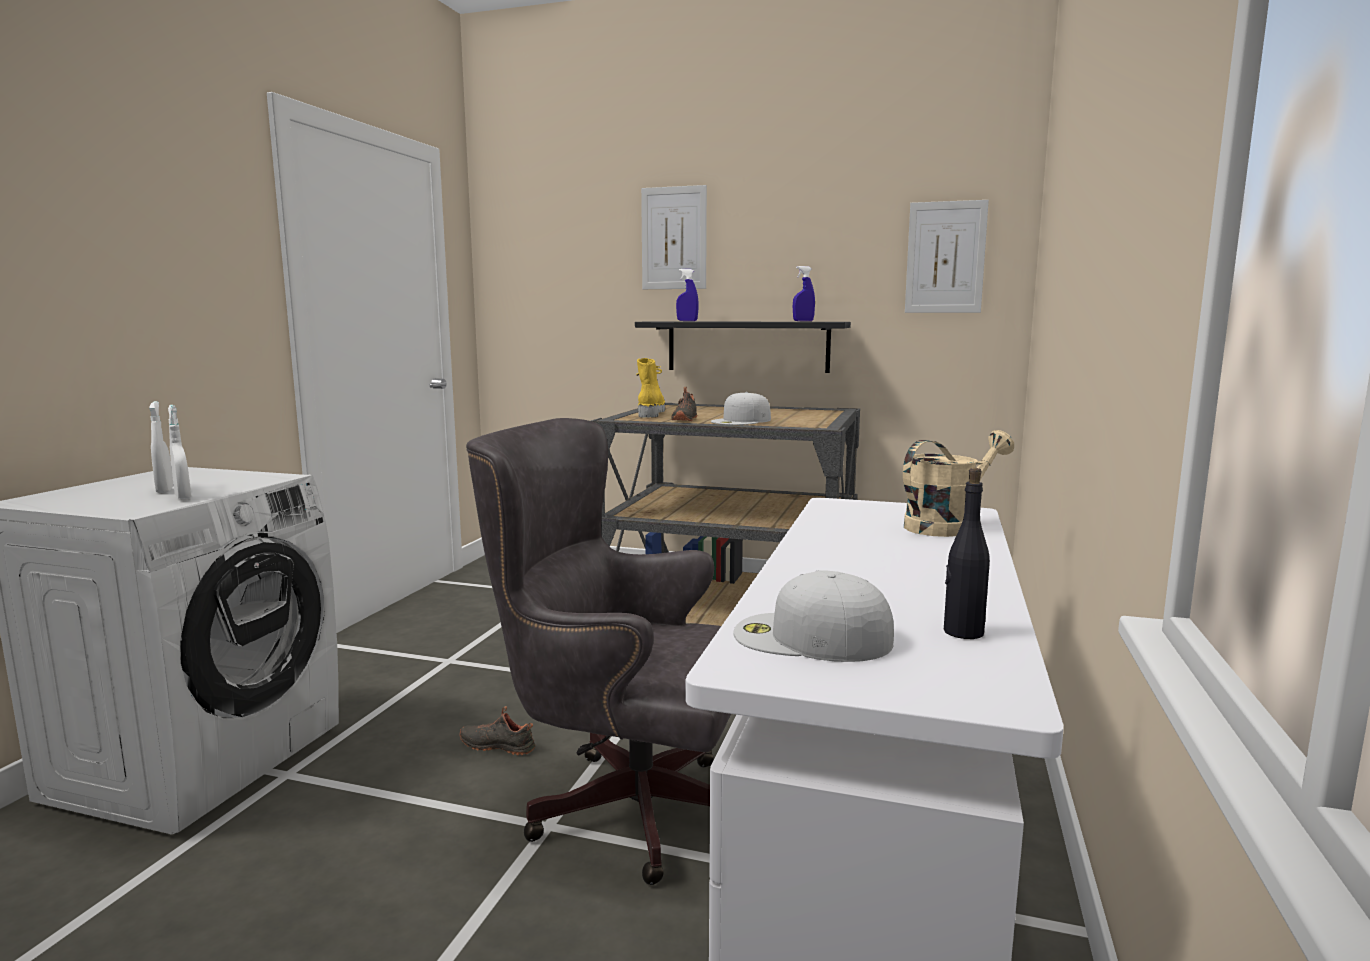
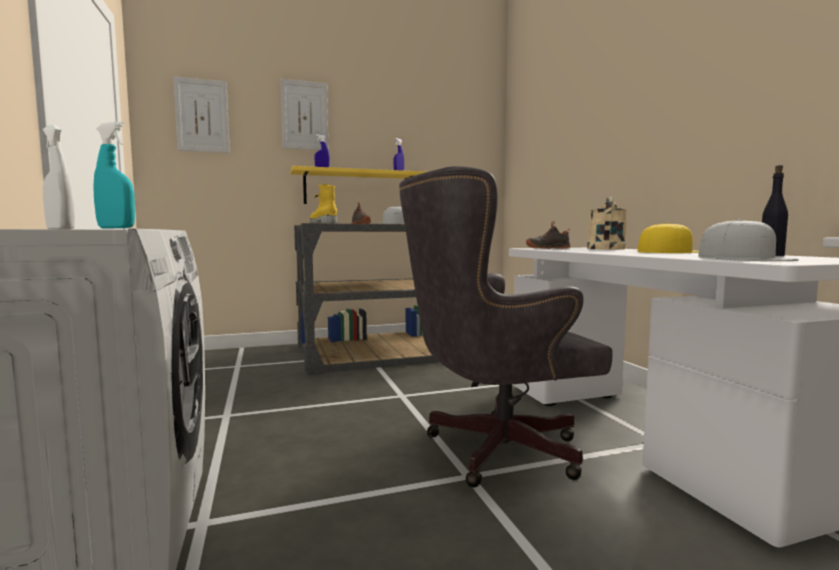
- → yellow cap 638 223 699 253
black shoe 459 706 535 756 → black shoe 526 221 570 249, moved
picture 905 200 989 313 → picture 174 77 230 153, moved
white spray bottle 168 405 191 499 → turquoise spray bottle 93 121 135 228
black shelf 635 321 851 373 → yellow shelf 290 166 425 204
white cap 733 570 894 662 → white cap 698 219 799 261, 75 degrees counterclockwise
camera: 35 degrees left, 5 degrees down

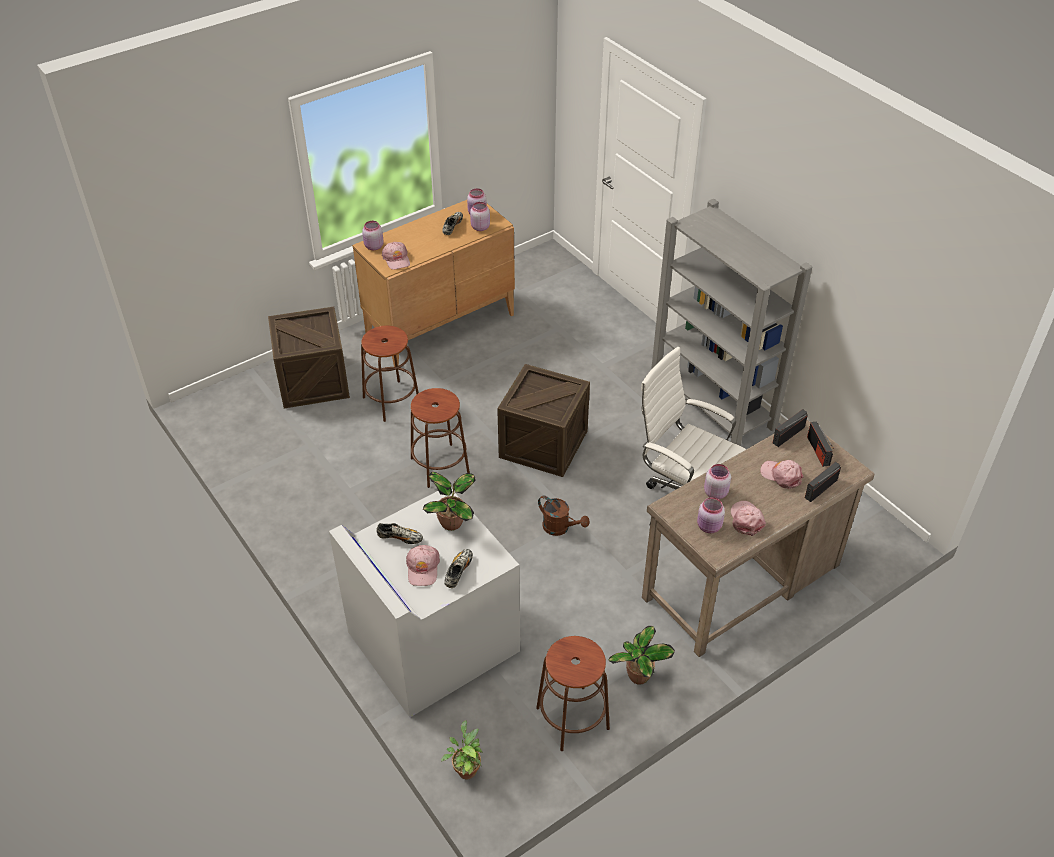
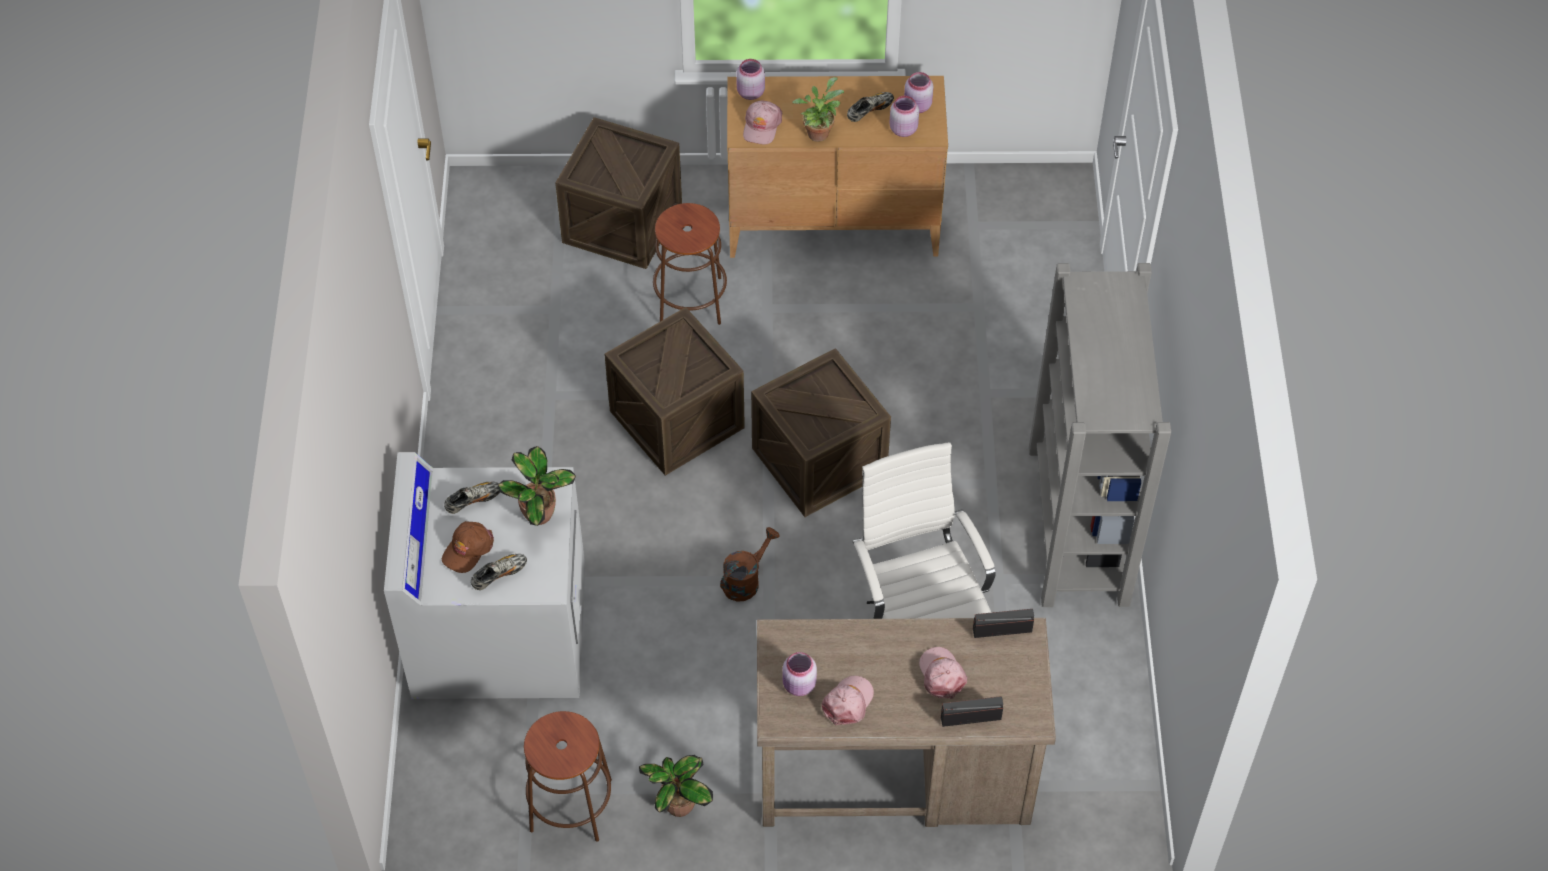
pink jar 704 464 731 499 → -
radio 807 422 834 467 → -
potted plant 441 720 483 779 → potted plant 792 77 844 142, moved
brown stool 411 388 470 488 → crate 604 307 745 476
pink cap 406 545 440 586 → brown cap 442 521 494 573
shoe 376 523 423 544 → shoe 444 482 500 514, 75 degrees counterclockwise
brown watering can 538 495 590 536 → brown watering can 720 527 780 602, 120 degrees counterclockwise
camera: 35 degrees right, 10 degrees up

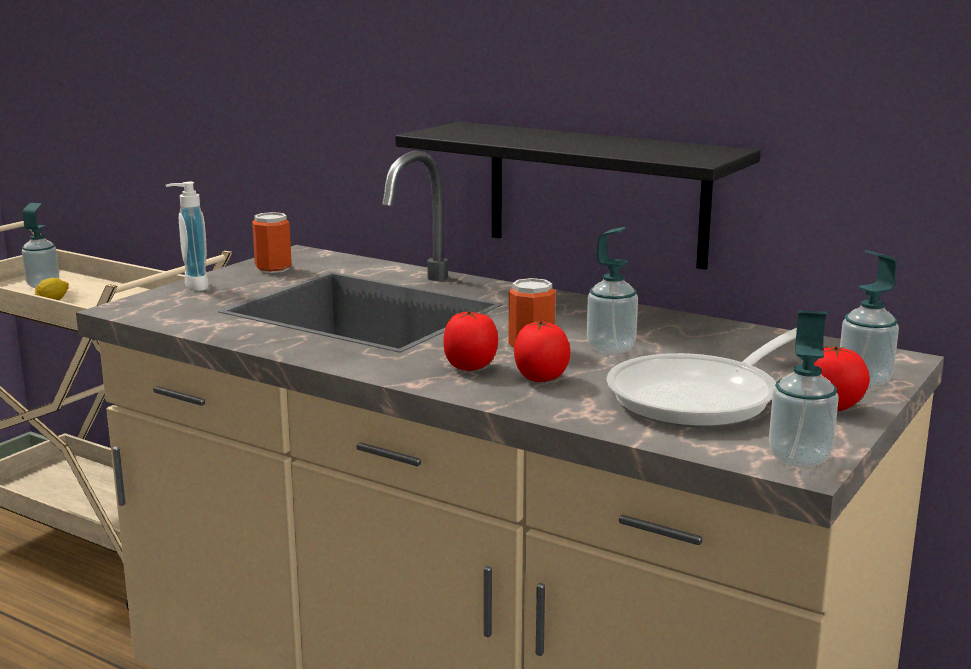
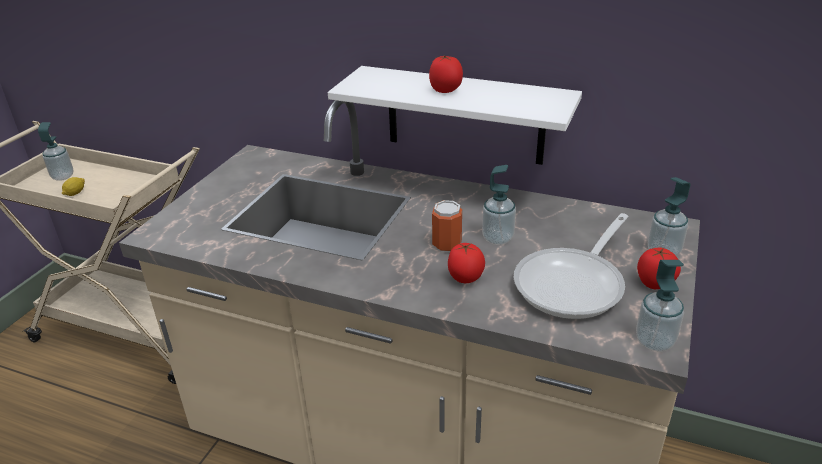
soap dispenser 166 182 209 291 → -
can 252 212 292 273 → -
tomato 443 310 498 371 → tomato 429 55 463 93, moved
black shelf 395 122 761 270 → white shelf 328 66 582 165
camera: 10 degrees left, 15 degrees up

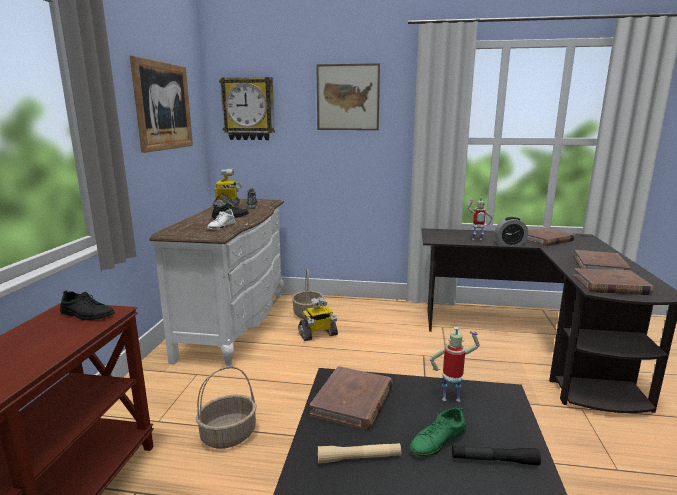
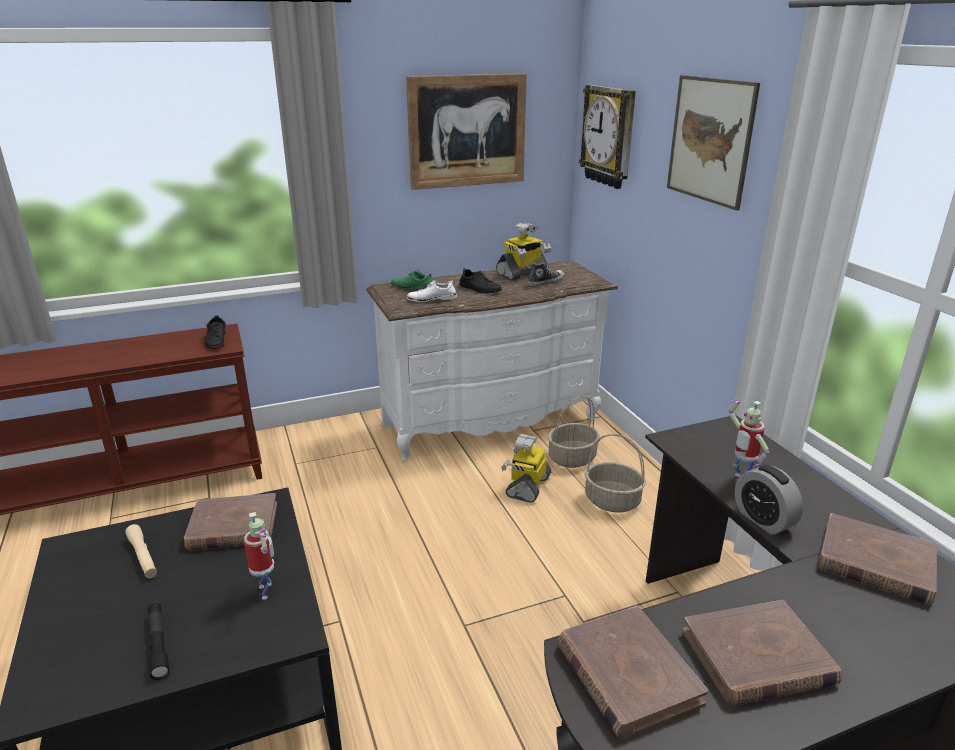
basket 196 366 257 449 → basket 584 434 646 513, moved
green shoe 410 406 466 458 → green shoe 391 270 433 290, moved
toy robot 298 297 338 341 → toy robot 501 434 551 502, 75 degrees clockwise
camera: 60 degrees right, 10 degrees up

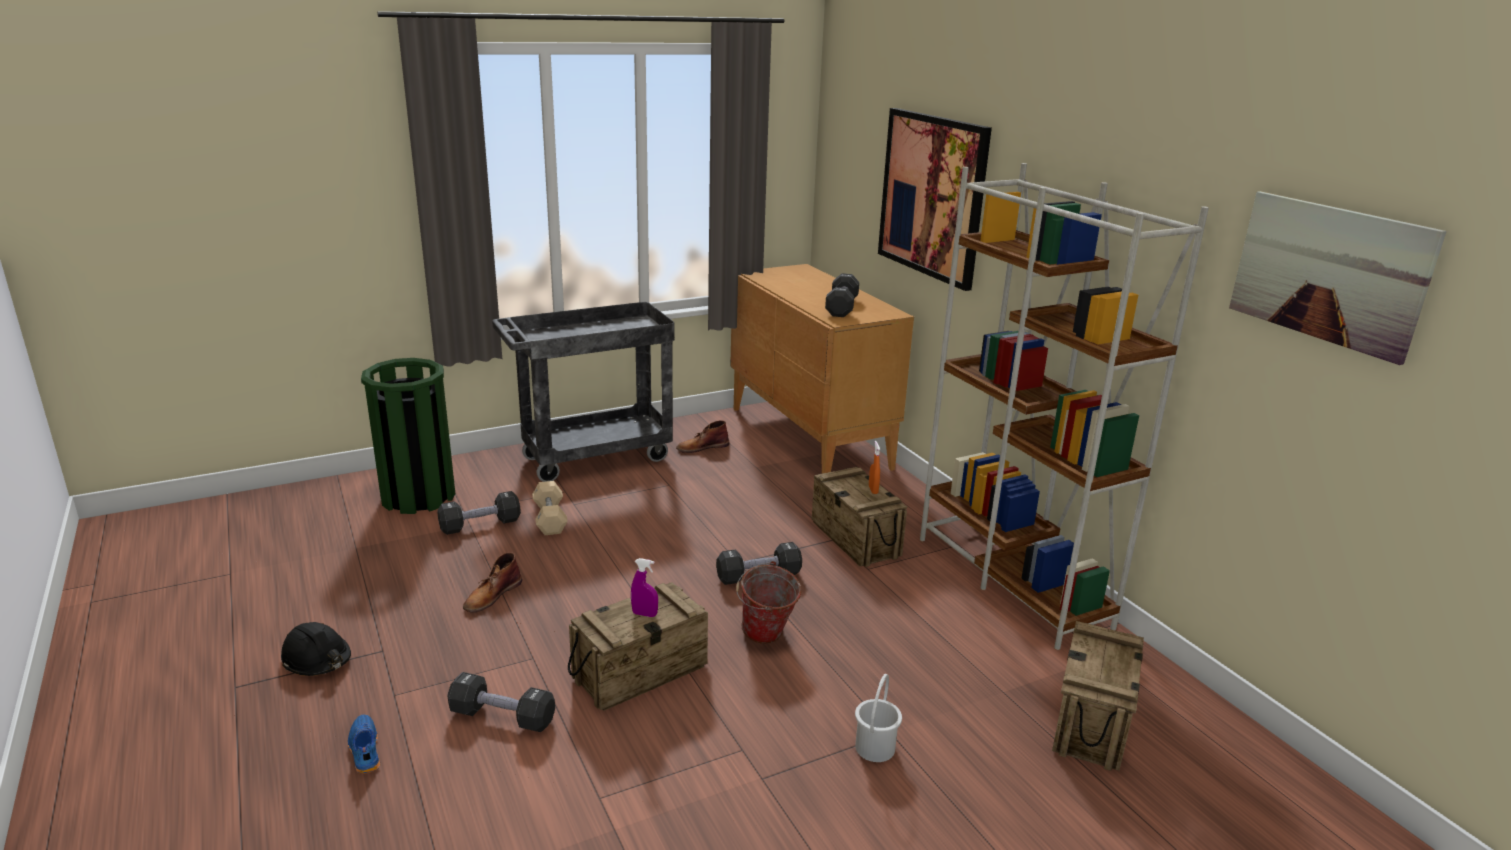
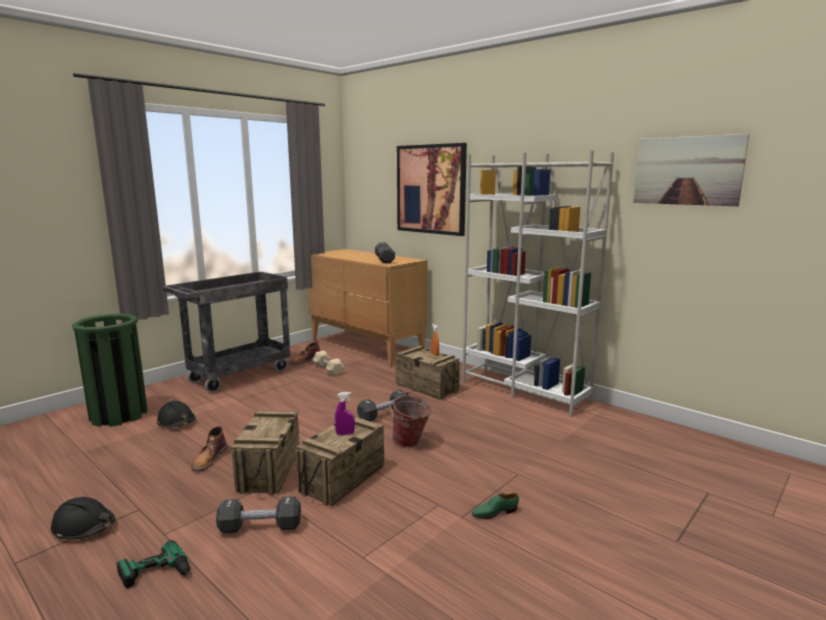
white bucket 855 674 902 762 → -
- → green shoe 472 493 519 519
beige dumbbell 532 481 568 535 → beige dumbbell 313 351 345 376, moved
crate 1052 621 1144 771 → crate 231 411 300 495, moved
blue shoe 348 714 380 774 → power drill 117 540 192 588
black dumbbell 437 491 521 535 → black hard hat 157 401 196 428
brown bookcase 920 163 1209 650 → white bookcase 462 151 614 416
camera: 20 degrees left, 10 degrees down

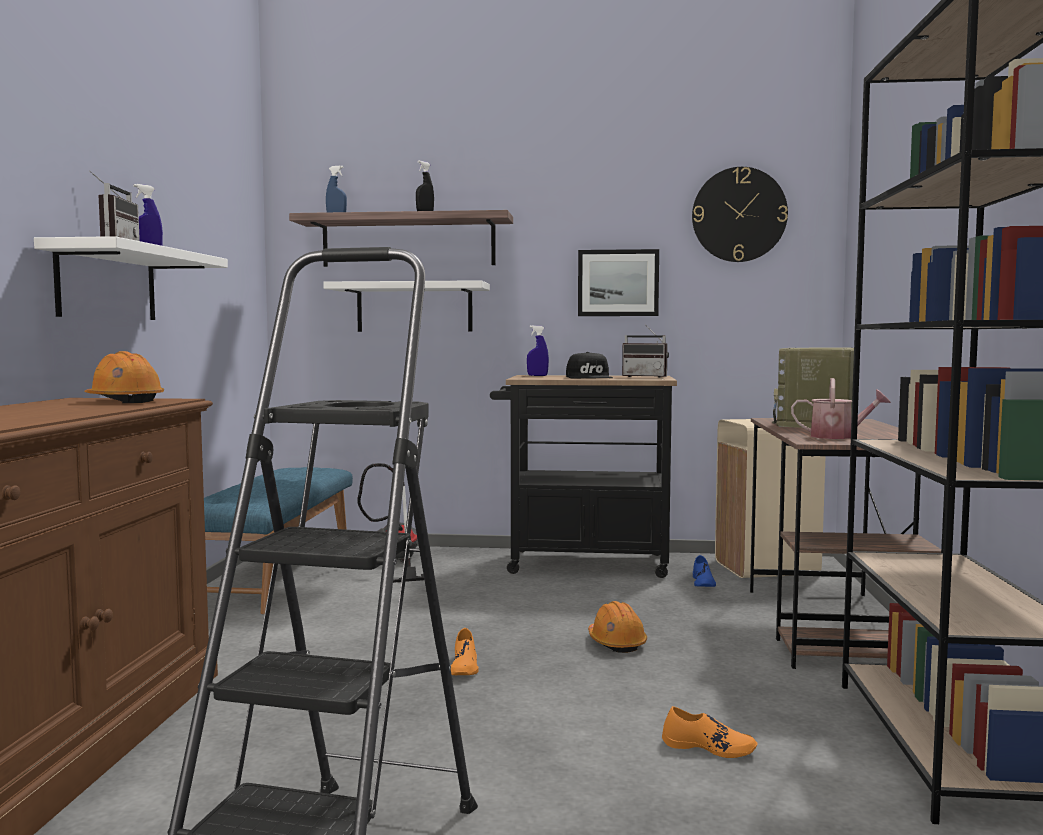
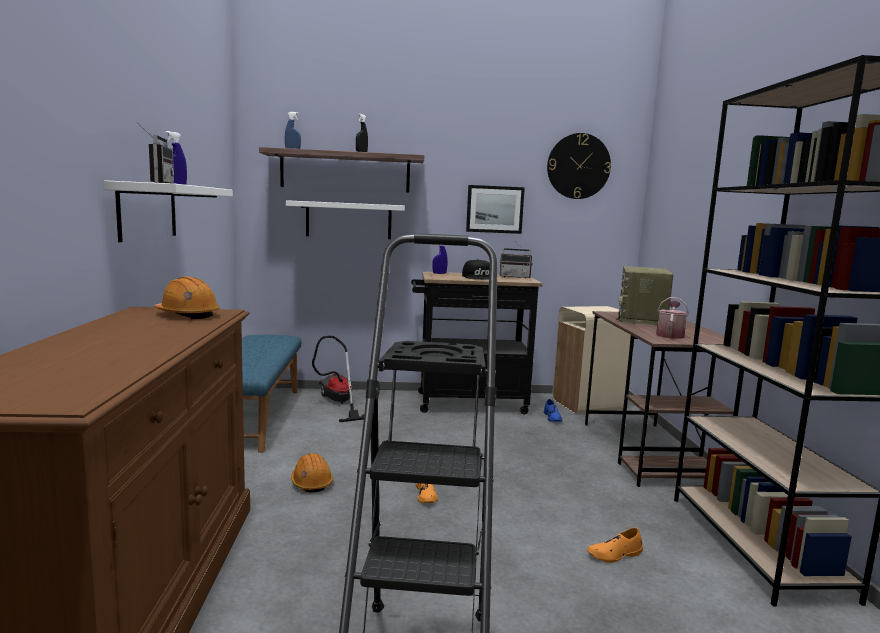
orange hard hat 588 601 647 653 → orange hard hat 291 453 333 493, moved
orange shoe 662 706 757 758 → orange shoe 587 528 643 563, 150 degrees clockwise
watering can 791 378 891 439 → watering can 656 297 689 339, 75 degrees counterclockwise
camera: 10 degrees left, 5 degrees up

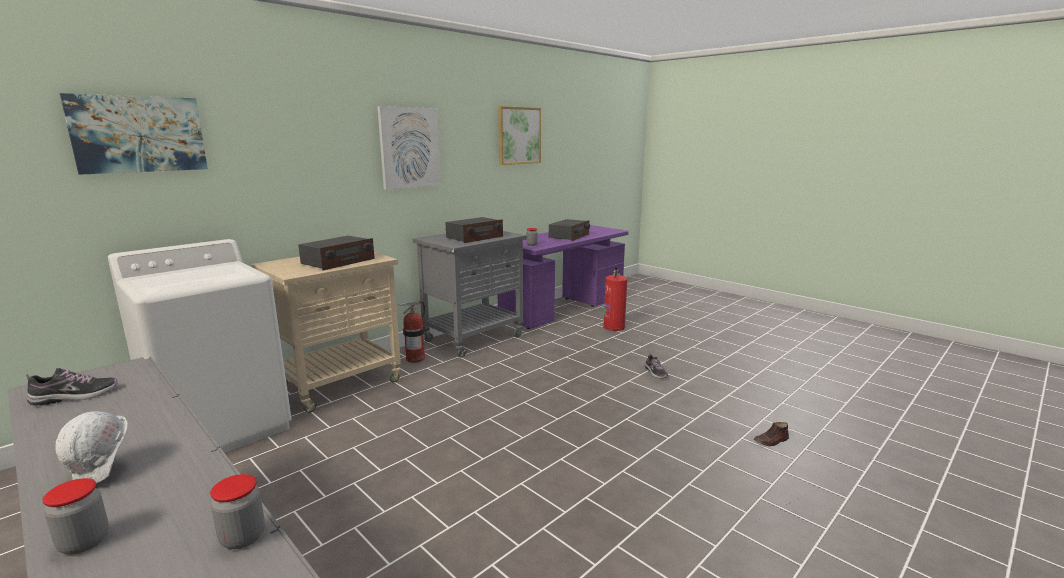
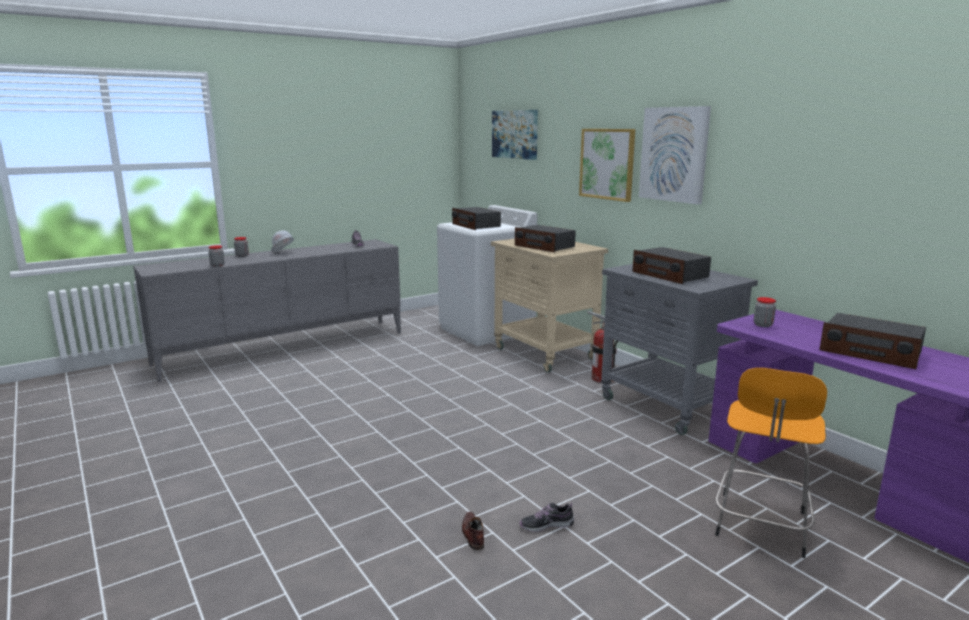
- → radio 452 207 501 230
picture 498 106 541 165 → picture 579 129 635 202, moved
brown shoe 754 422 789 446 → brown shoe 462 512 484 550, moved
fire extinguisher 603 267 627 331 → orange stool 715 368 827 558
camera: 100 degrees right, 0 degrees up

